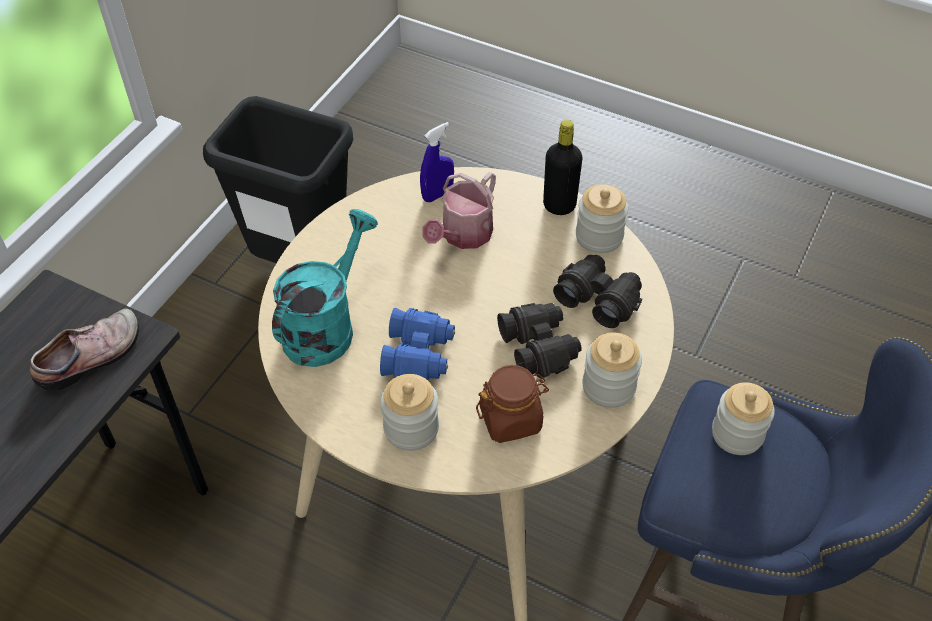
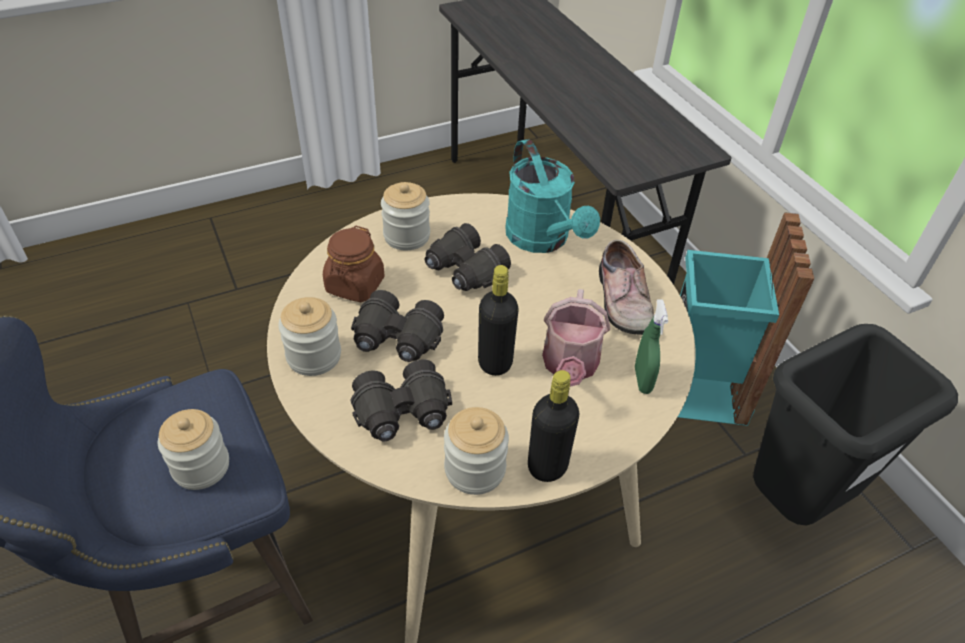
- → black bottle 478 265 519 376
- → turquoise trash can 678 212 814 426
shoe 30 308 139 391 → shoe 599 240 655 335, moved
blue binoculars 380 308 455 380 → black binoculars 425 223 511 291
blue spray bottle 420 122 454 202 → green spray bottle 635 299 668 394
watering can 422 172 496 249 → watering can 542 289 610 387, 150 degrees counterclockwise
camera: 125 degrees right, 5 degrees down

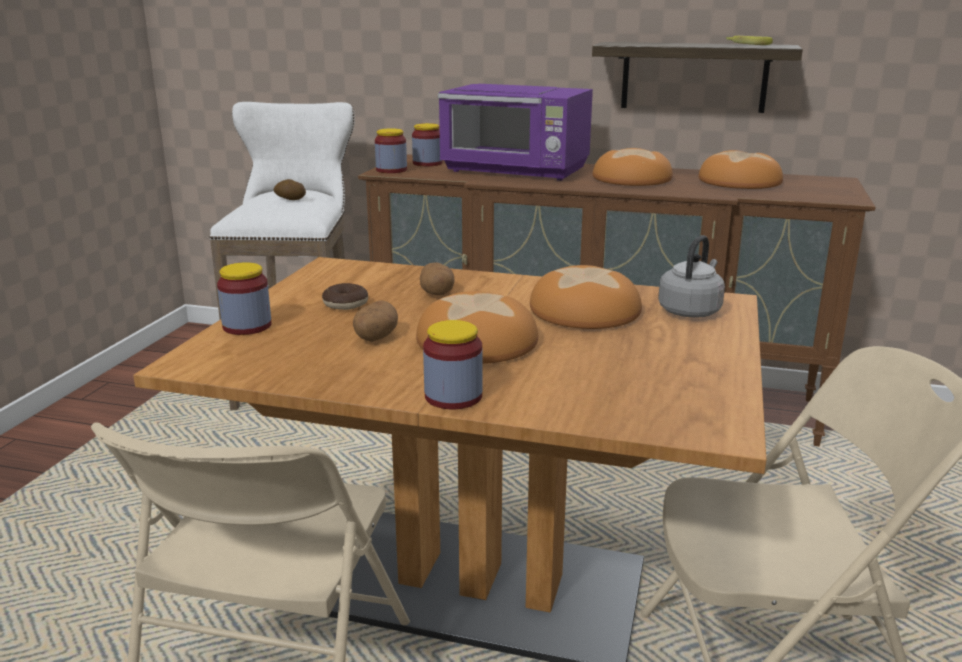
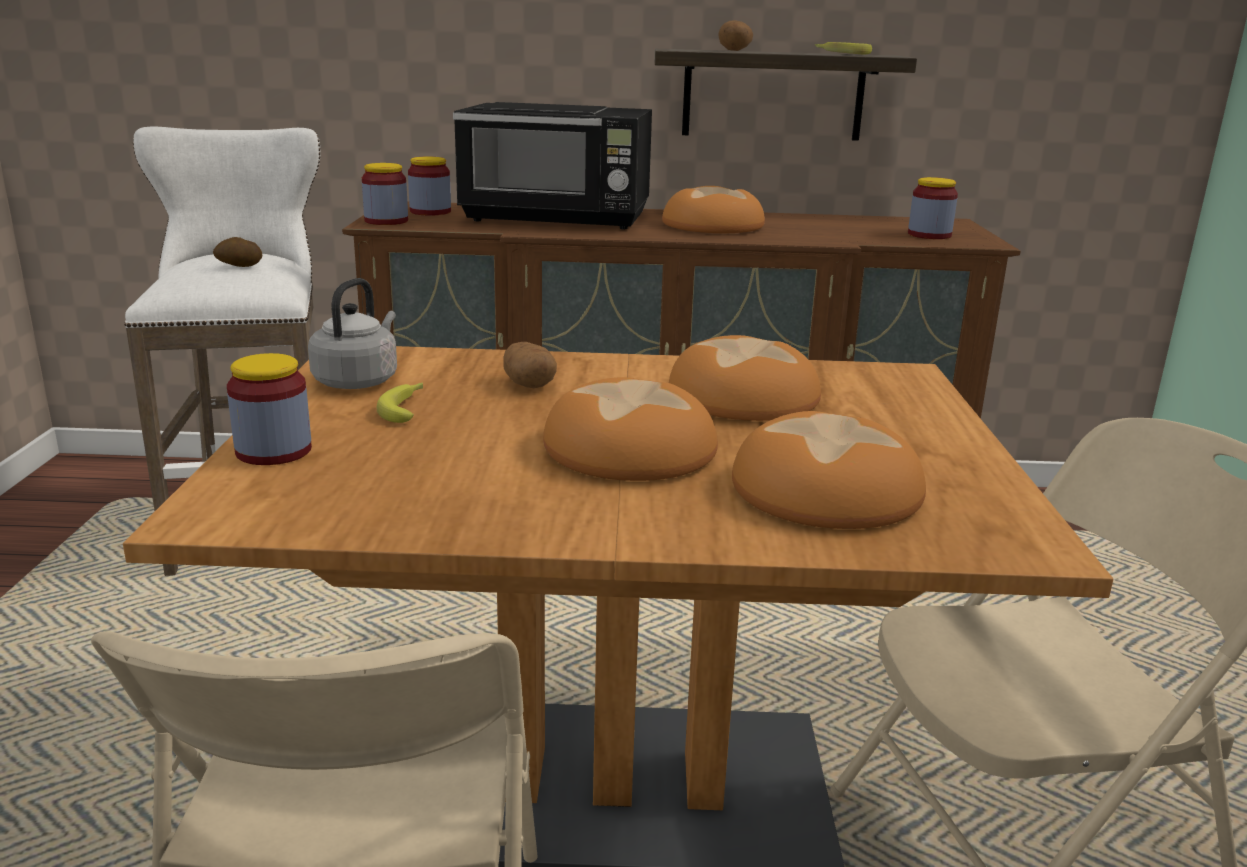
potato 353 301 398 342 → potato 718 20 753 51, moved
jar 423 320 482 409 → jar 908 177 958 239, moved
grey kettle 658 235 725 318 → grey kettle 308 278 397 389, moved
bread 699 150 783 189 → bread 732 411 926 529, moved
donut 322 283 368 310 → banana 377 383 423 423
purple microwave 438 84 593 181 → black microwave 453 102 652 229
camera: 15 degrees left, 0 degrees up

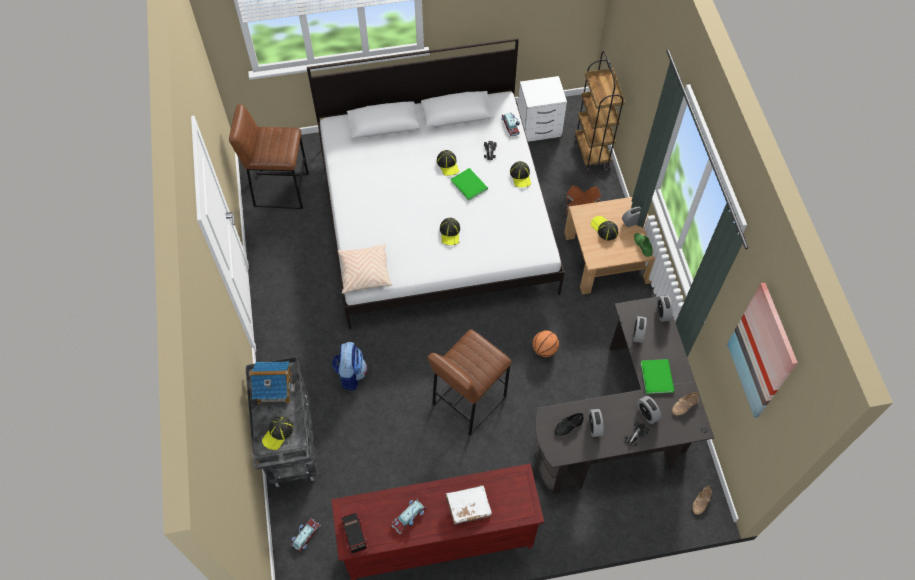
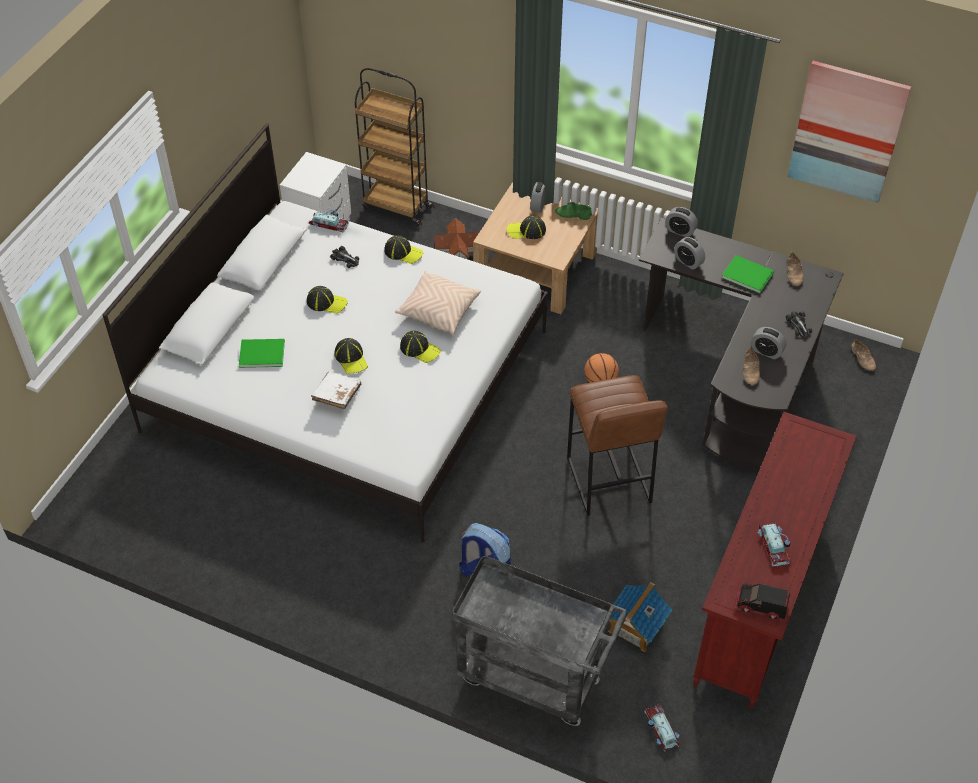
brown stool 229 104 309 209 → -
alarm clock 637 396 662 424 → -
toy house 249 361 296 404 → toy house 608 582 672 652, moved
cap 262 416 293 450 → cap 335 338 368 374, moved
beige pillow 338 244 392 293 → beige pillow 395 271 481 335, moved
white book 445 485 492 525 → white book 311 371 361 409, moved
green book 451 168 488 201 → green book 239 339 285 368, moved
black shoe 555 413 584 436 → beige shoe 743 347 760 386
camera: 55 degrees left, 10 degrees down

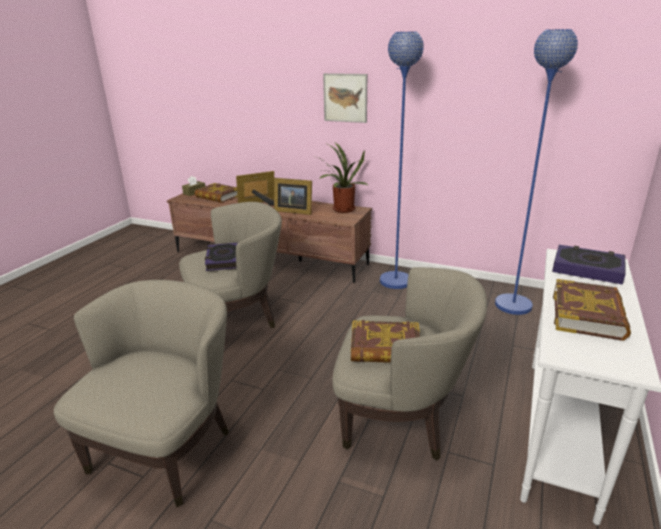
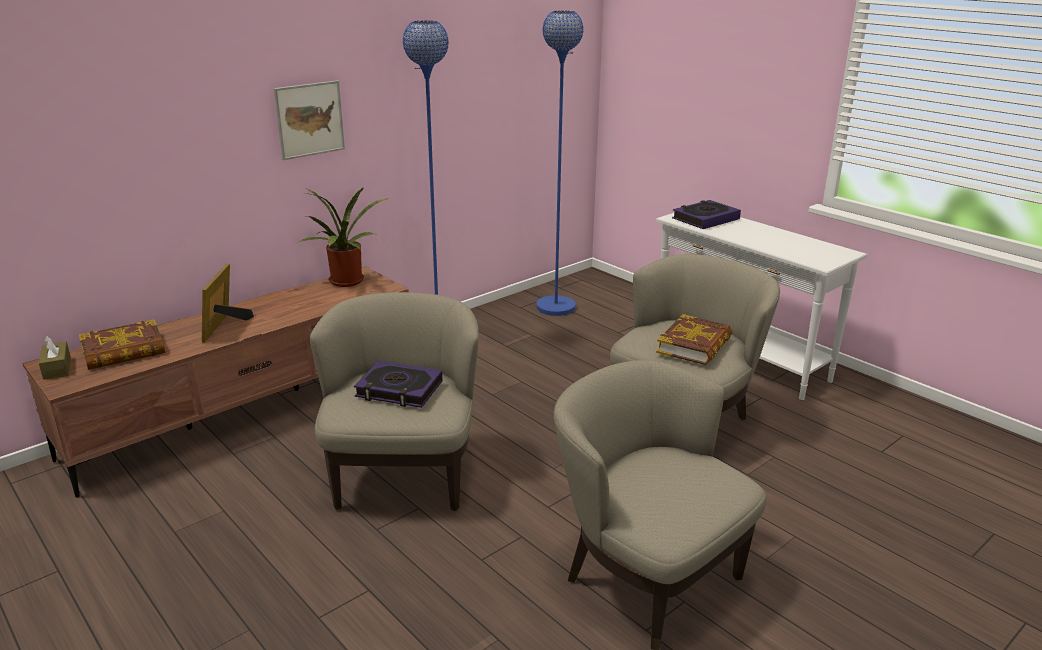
picture frame 274 178 312 215 → -
book 553 279 631 341 → -
camera: 65 degrees left, 0 degrees up

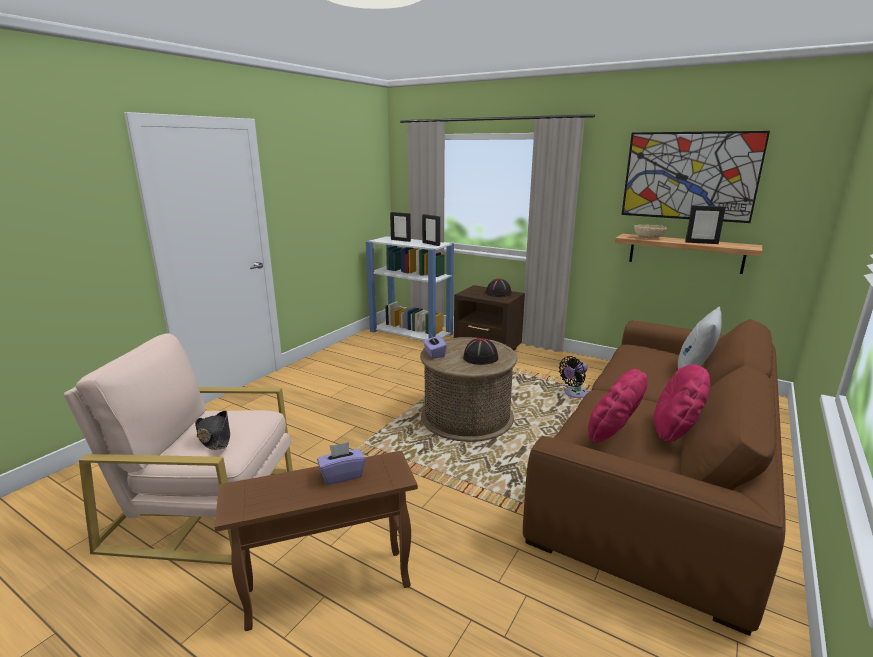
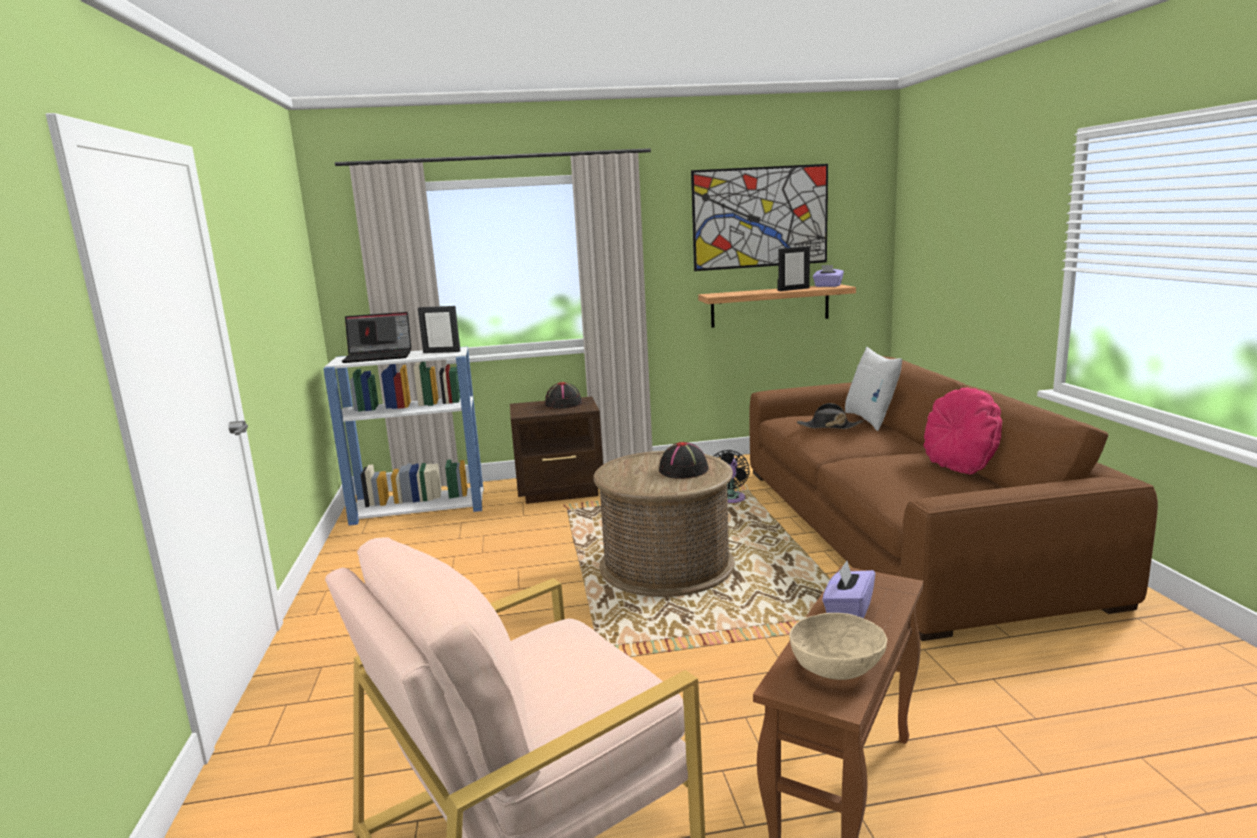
pink pillow 588 369 648 443 → -
black hat 195 411 230 450 → black hat 797 403 864 429, moved
purple tissue box 423 333 447 359 → purple tissue box 813 265 844 287, moved
beige bowl 634 225 667 238 → beige bowl 789 613 887 680, moved
picture frame 390 212 411 242 → laptop 342 312 411 363
camera: 40 degrees left, 5 degrees down

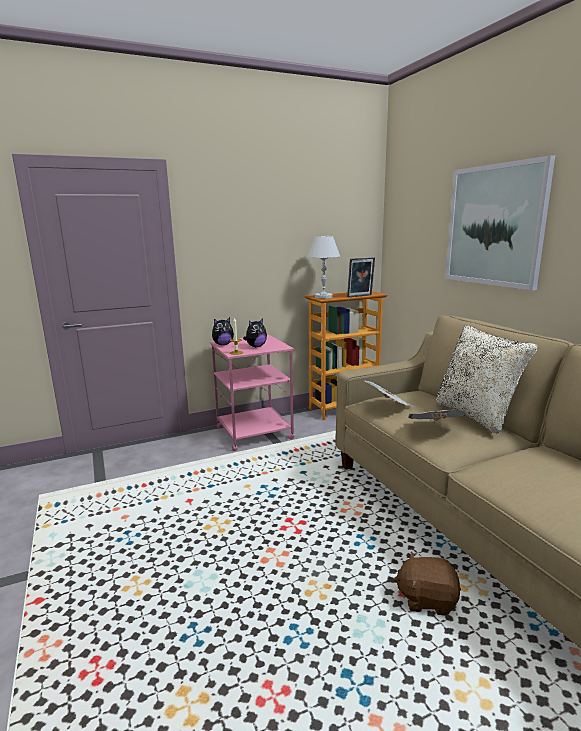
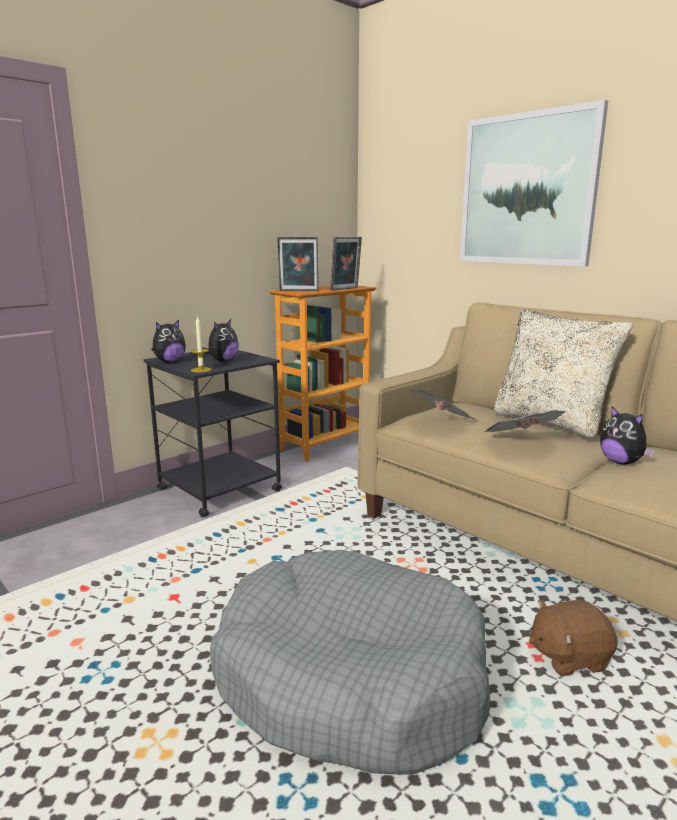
- → grey dog bed 210 550 490 775
- → plush toy 600 406 655 465
white table lamp 308 236 340 299 → picture frame 278 237 319 291
pink cart 210 335 294 451 → black cart 144 350 282 518
camera: 20 degrees left, 0 degrees up

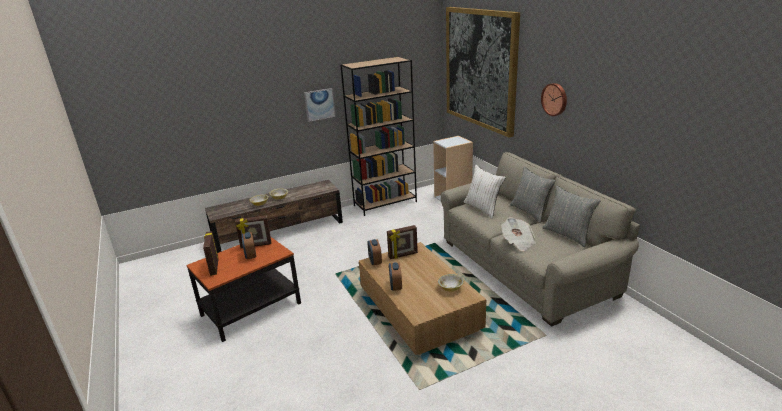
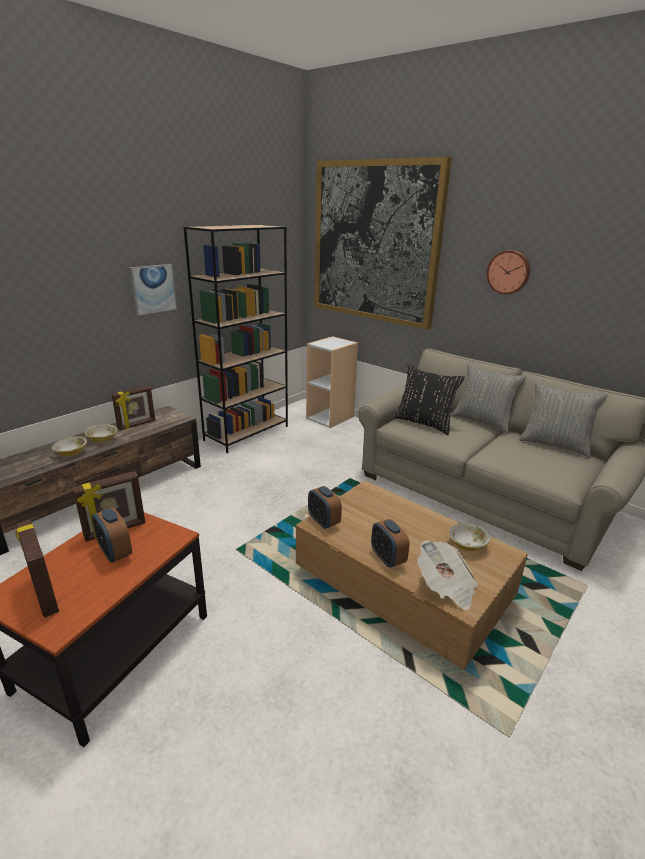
picture frame 387 225 418 259 → picture frame 111 386 155 430, moved
newspaper 501 217 536 251 → newspaper 417 540 478 610, moved
white pillow 464 165 506 219 → black pillow 393 364 465 435
camera: 25 degrees left, 0 degrees up

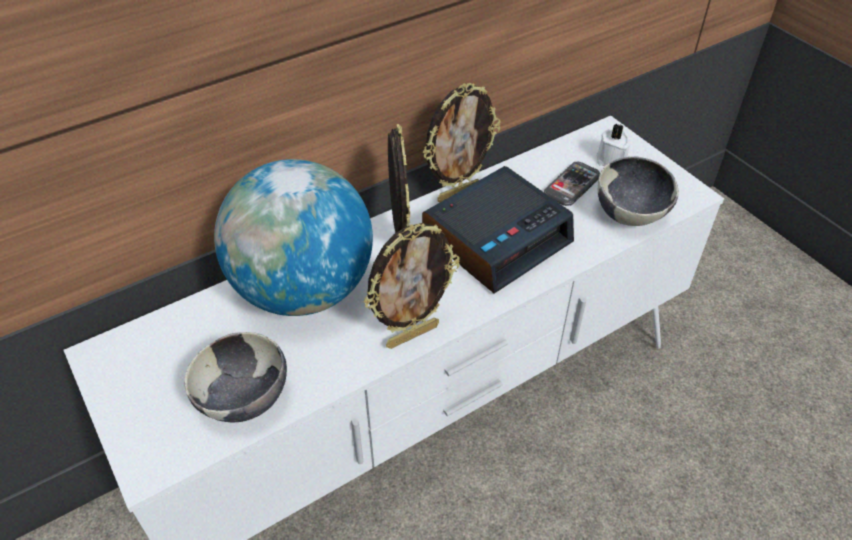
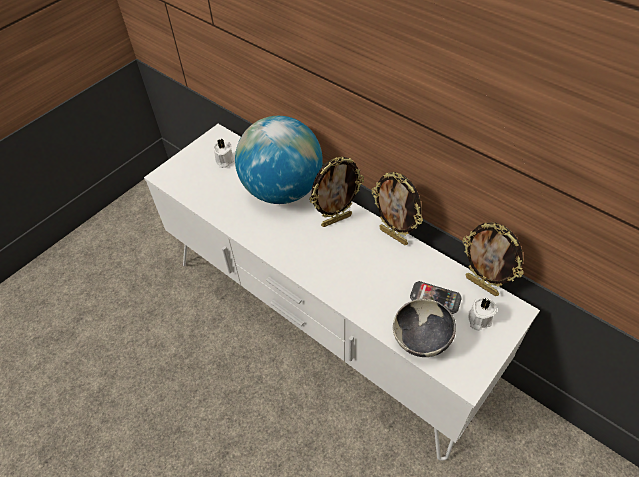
bowl 184 332 287 422 → -
alarm clock 422 166 574 294 → -
- → white candle 213 139 234 168
picture frame 364 223 460 349 → picture frame 462 222 523 296, moved
camera: 75 degrees right, 5 degrees up

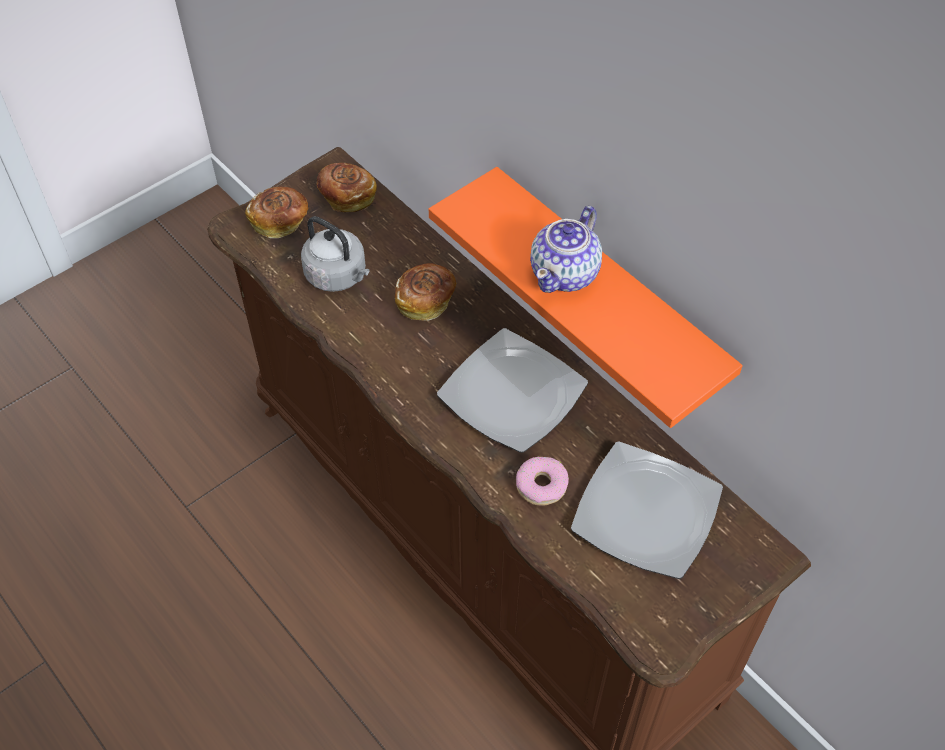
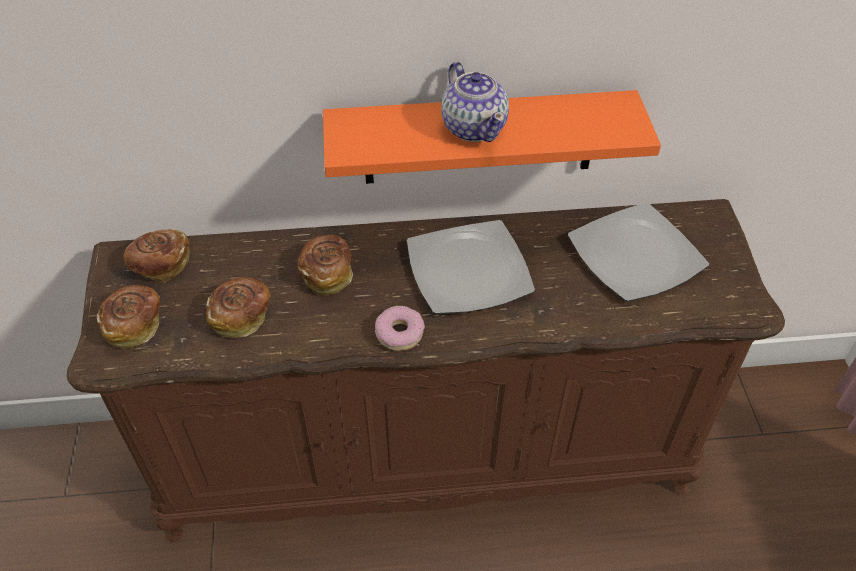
donut 516 456 569 505 → donut 375 306 425 351, moved
grey kettle 301 216 370 292 → bread 206 277 271 338
camera: 55 degrees left, 5 degrees down

